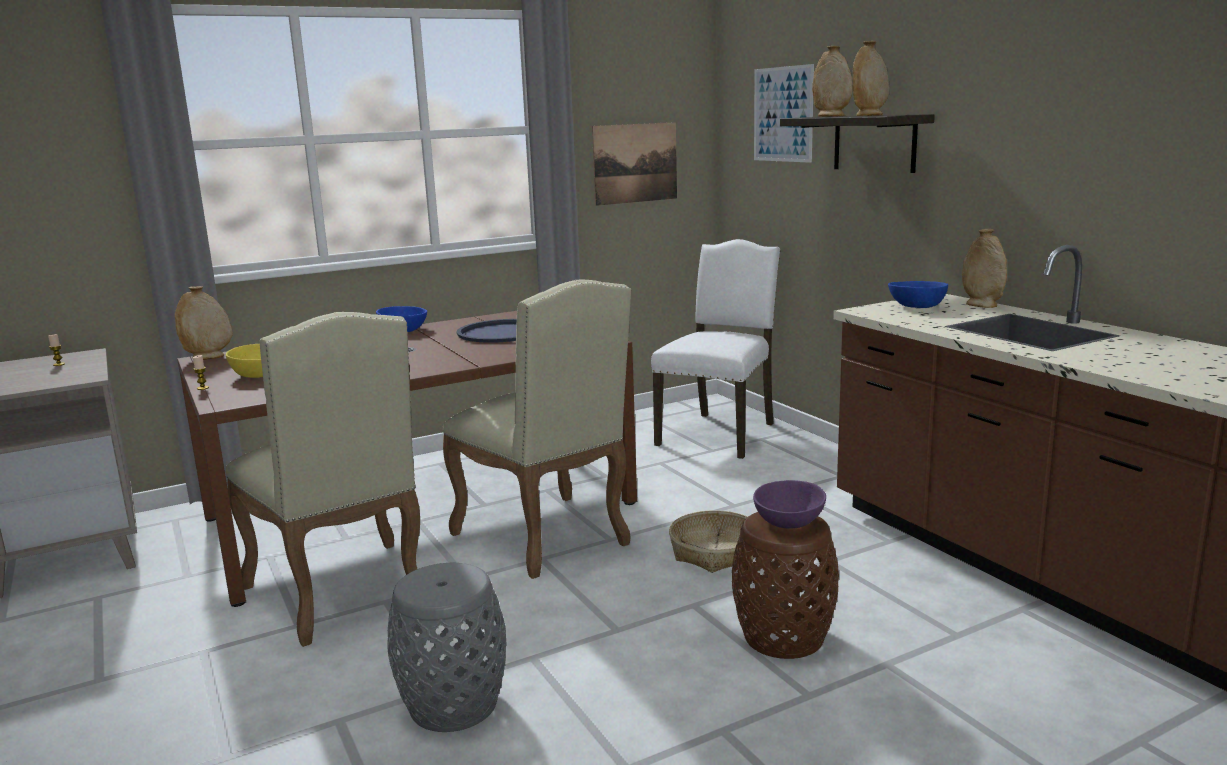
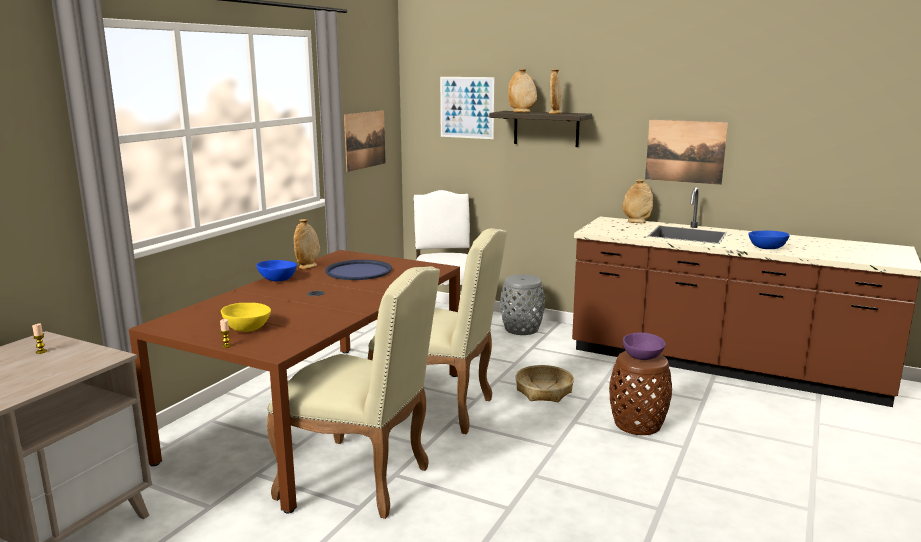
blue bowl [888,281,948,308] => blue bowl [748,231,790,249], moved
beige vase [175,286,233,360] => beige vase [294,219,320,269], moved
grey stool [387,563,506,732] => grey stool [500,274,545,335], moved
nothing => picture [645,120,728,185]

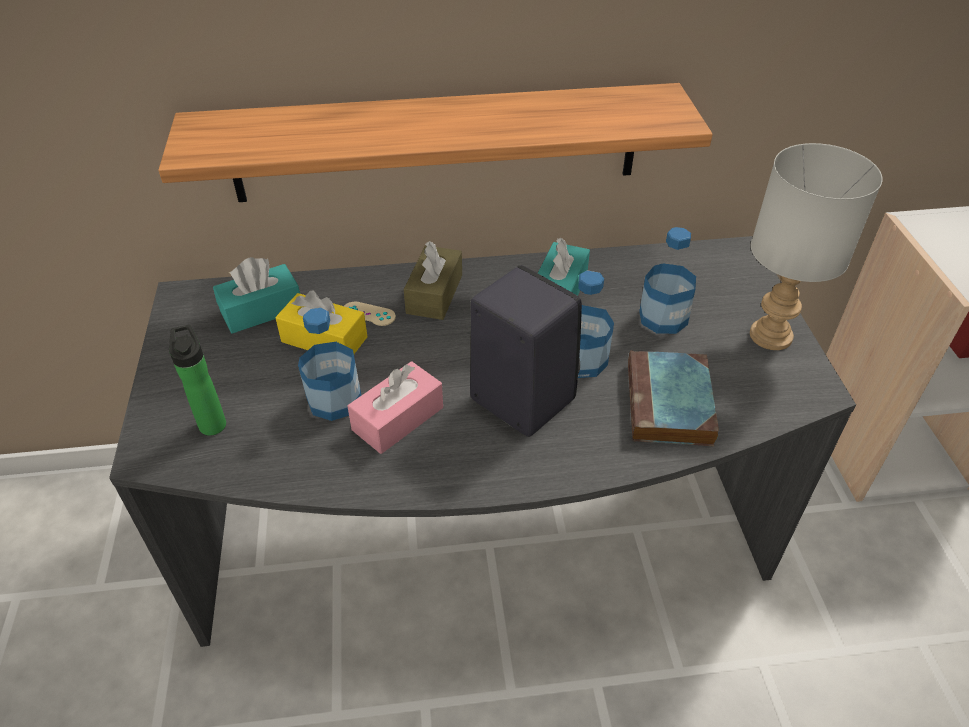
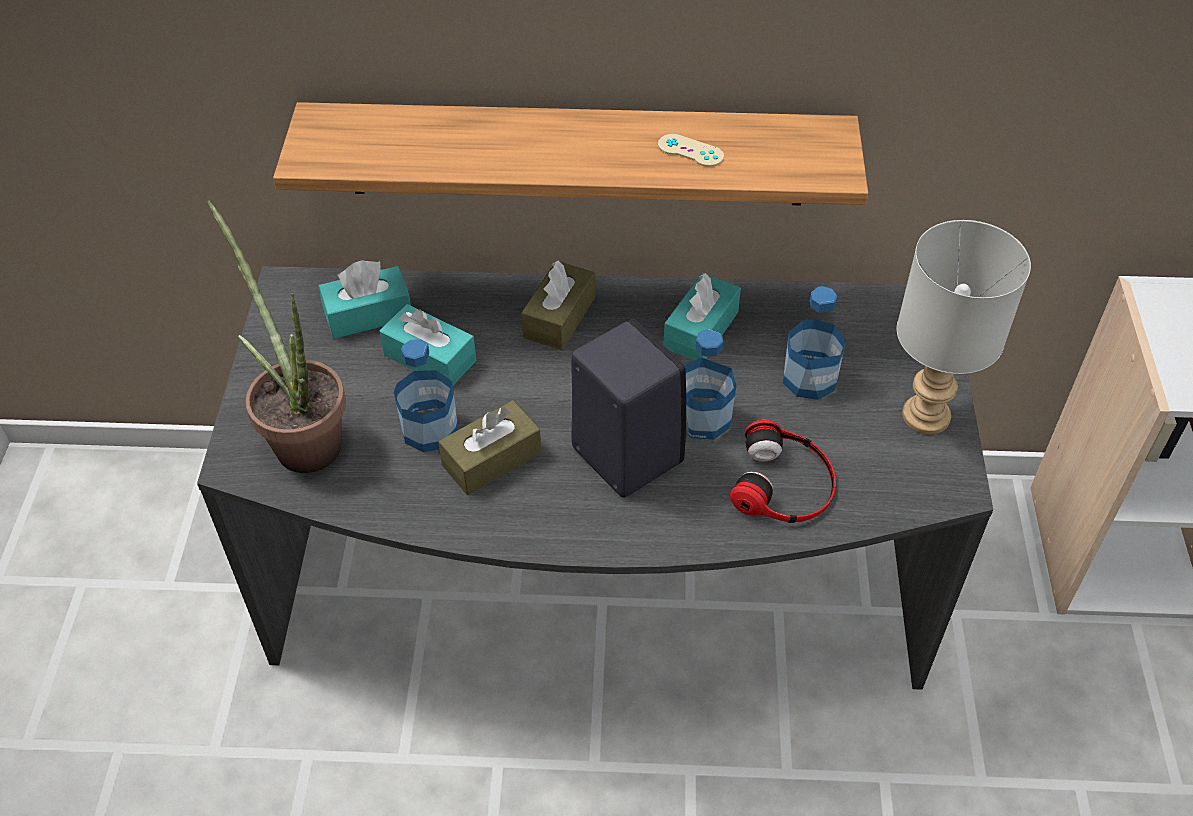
yellow tissue box [275,291,367,354] => turquoise tissue box [379,304,476,385]
beige game controller [344,301,396,326] => beige game controller [658,134,724,167], moved
bottle [169,325,226,436] => potted plant [207,201,346,473]
book [628,350,719,446] => headphones [730,420,836,523]
pink tissue box [347,361,443,454] => brown tissue box [438,400,541,495]

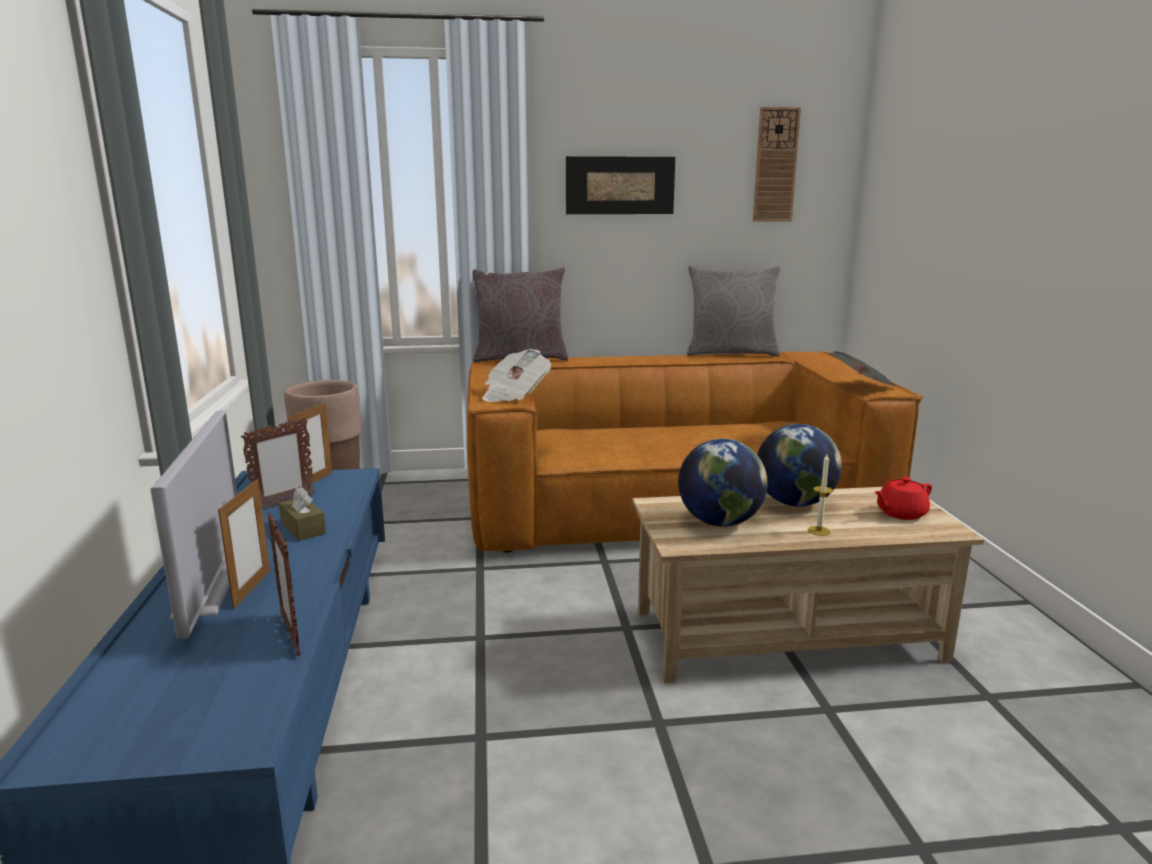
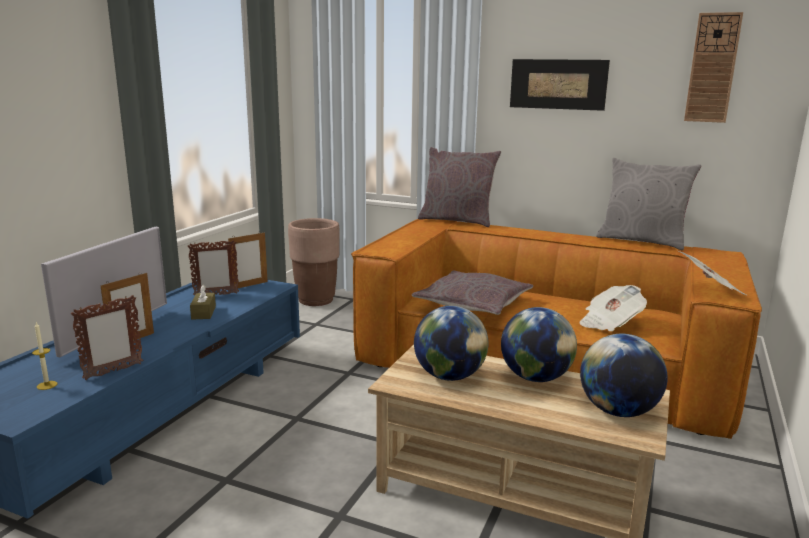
newspaper [482,349,551,402] => newspaper [579,285,647,331], moved
candle [808,454,833,536] => candle [32,322,57,390], moved
red teapot [874,477,932,520] => globe [580,334,668,417]
picture frame [268,513,301,656] => picture frame [71,295,143,380], 135 degrees counterclockwise
nothing => grey pillow [412,270,533,315]

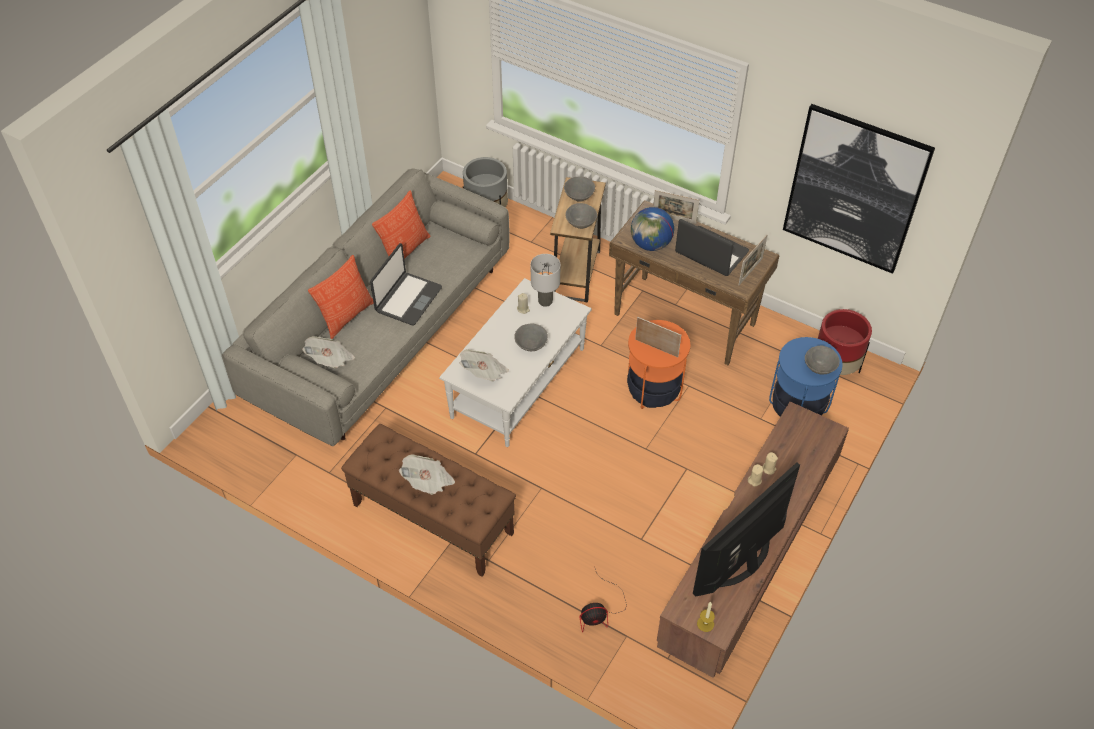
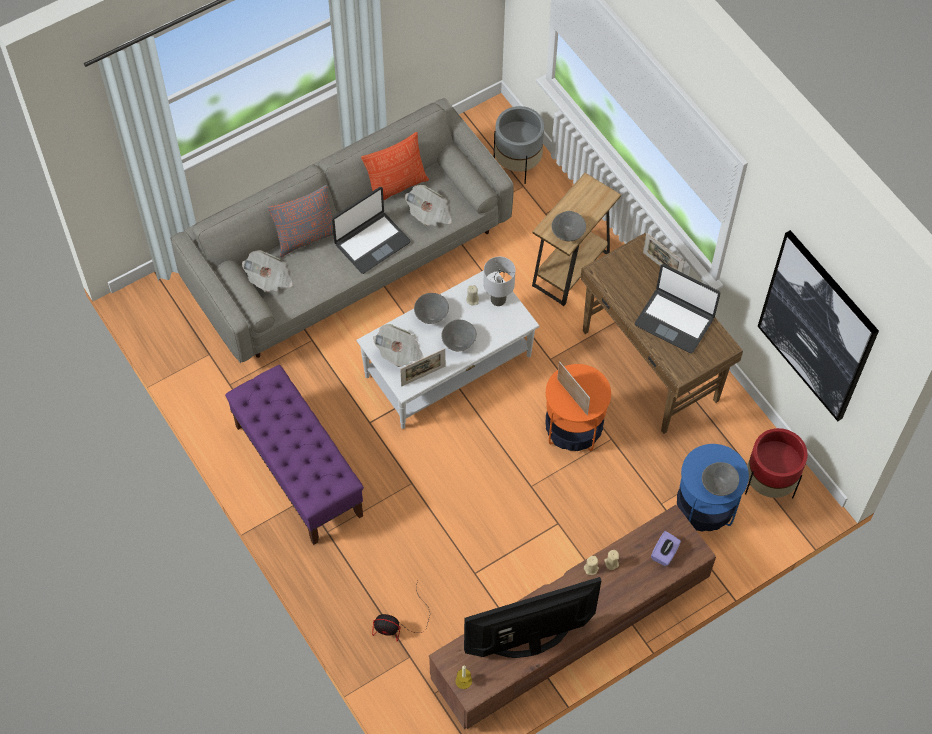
grey bowl [564,177,595,202] => grey bowl [414,293,449,324], moved
globe [631,207,674,251] => nothing
laptop [675,219,749,276] => laptop [635,264,720,353], 150 degrees clockwise
picture frame [739,235,767,285] => picture frame [400,348,445,387], moved
orange pillow [308,255,374,339] => grey pillow [267,185,333,257]
brown bench [341,424,516,577] => purple bench [225,365,364,545]
newspaper [399,454,455,495] => newspaper [405,185,452,226], moved
nothing => purple tissue box [651,531,681,566]

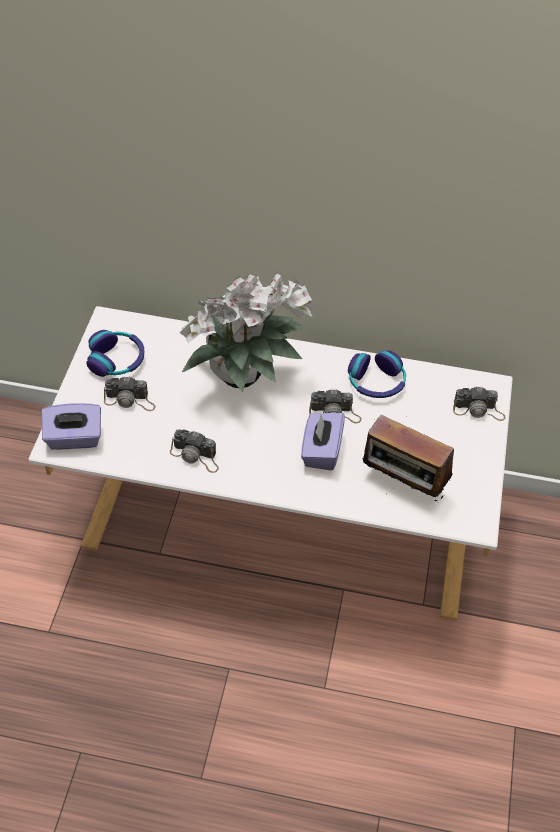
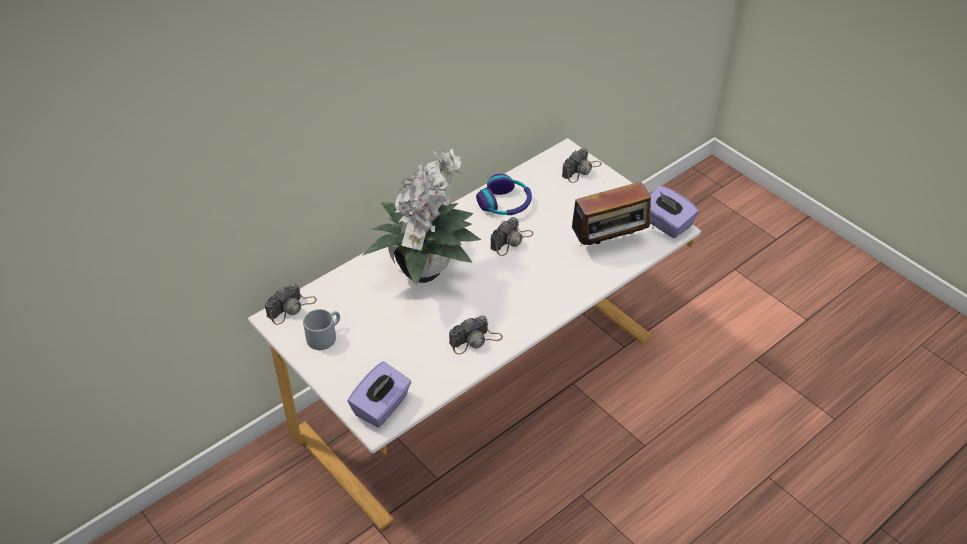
headphones [86,330,144,377] => grey mug [303,309,340,350]
photo camera [104,376,155,411] => photo camera [265,283,317,325], moved
purple tissue box [301,413,345,471] => purple tissue box [650,186,699,238], moved

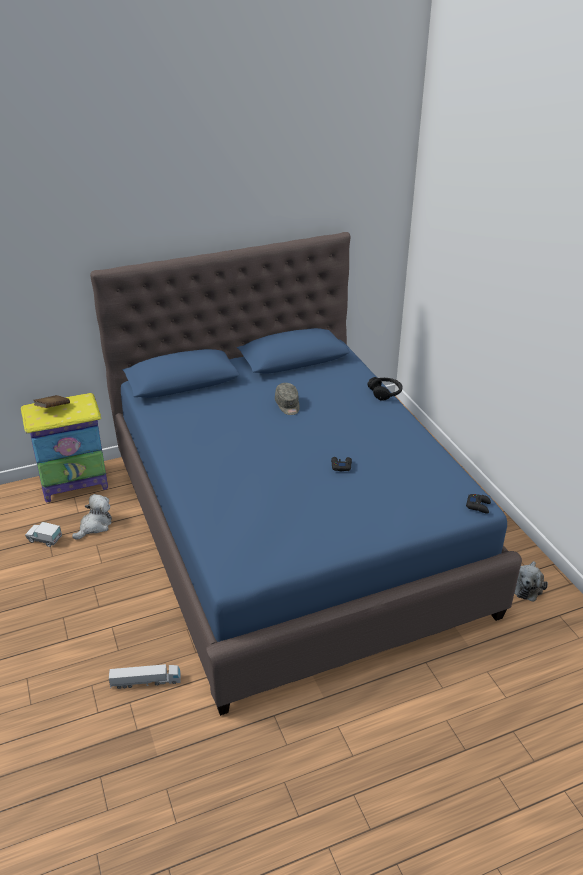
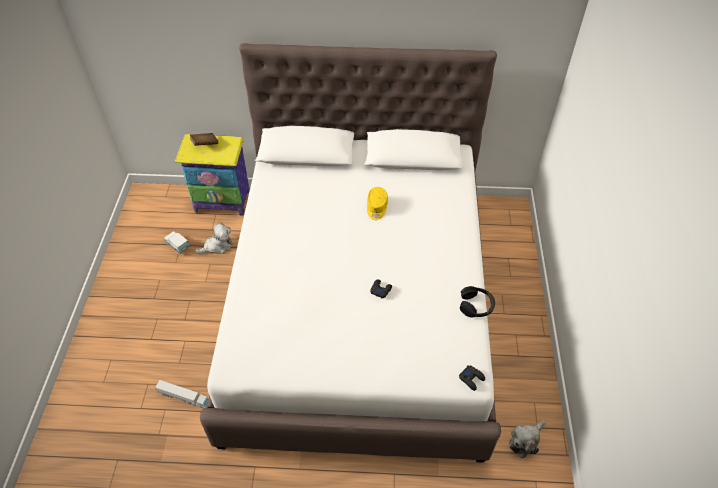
blue bed [90,232,522,716] => white bed [200,43,501,463]
black headphones [367,377,402,401] => black headphones [460,286,495,318], moved
grey cap [275,383,300,415] => yellow cap [367,187,388,220]

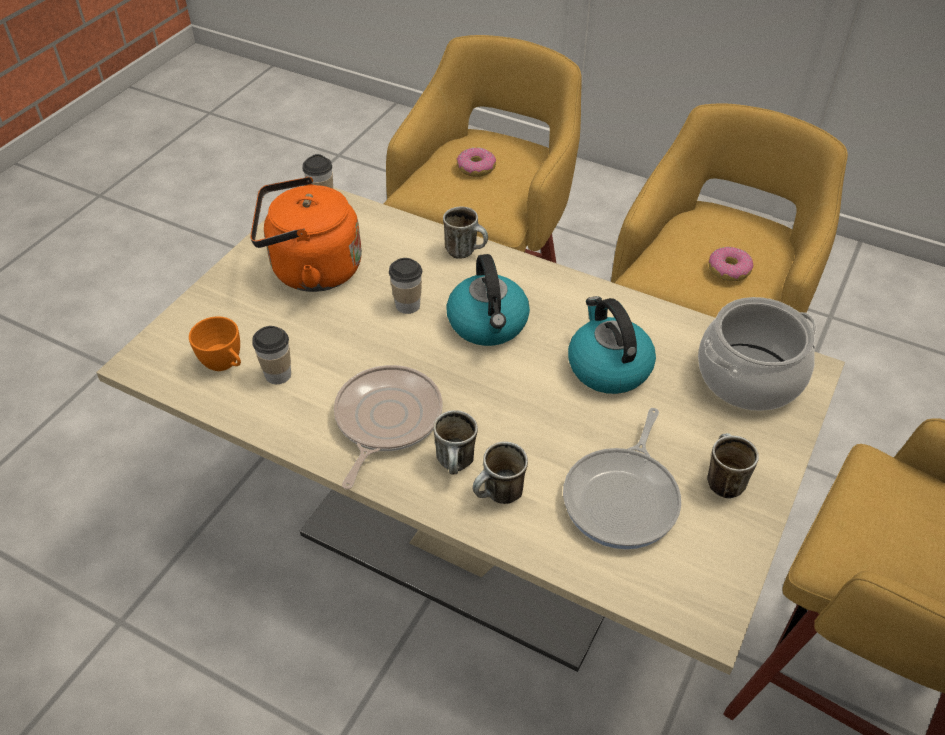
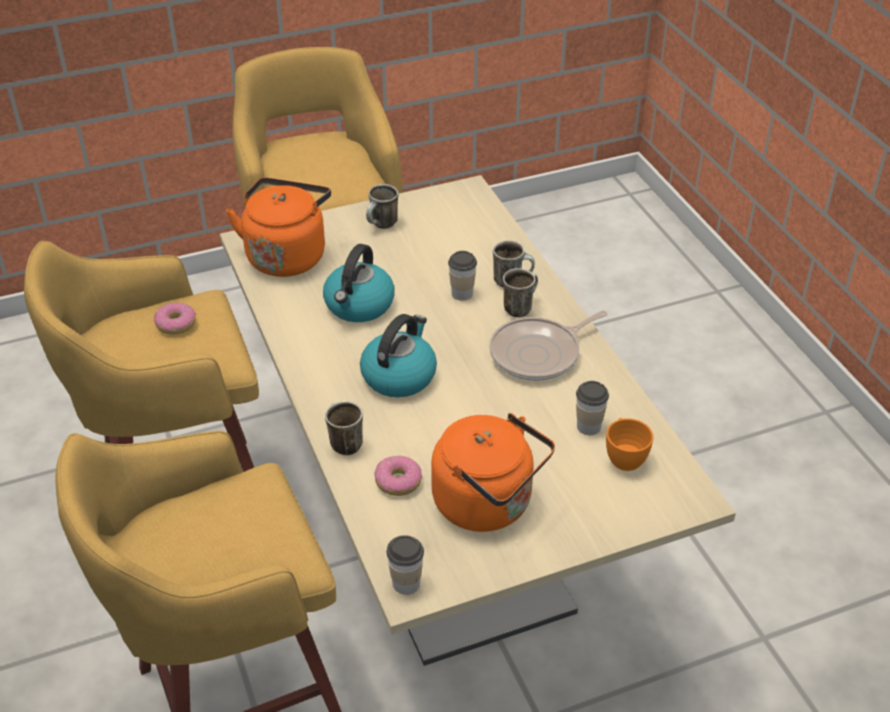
donut [457,148,496,177] => donut [375,456,422,496], moved
cup [389,258,422,314] => cup [448,251,477,301], moved
cooking pot [698,297,816,411] => orange kettle [226,178,331,277]
frying pan [563,408,681,549] => nothing

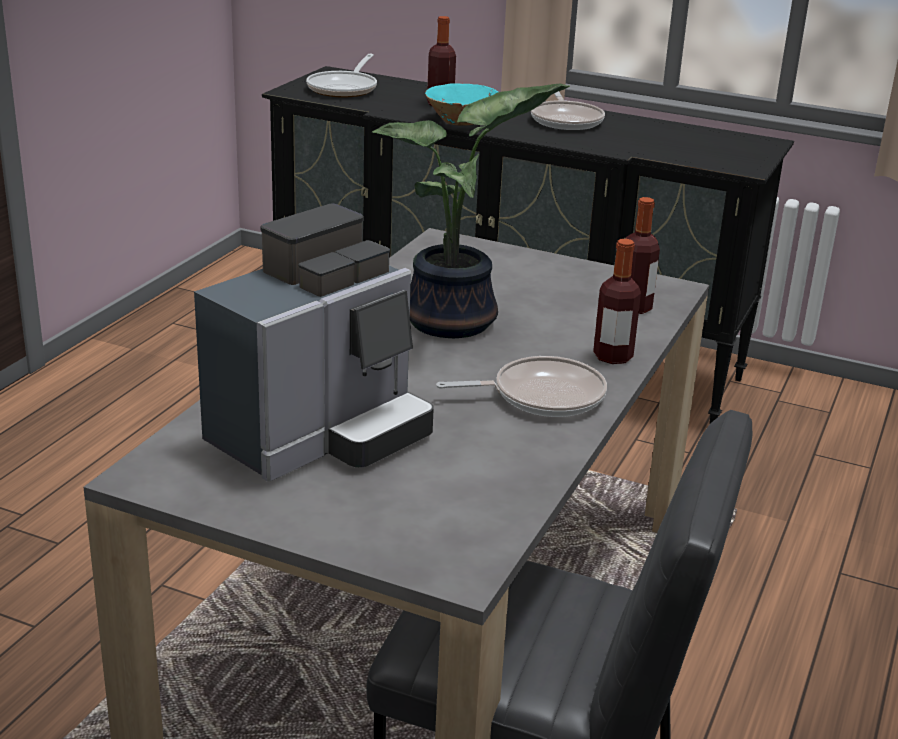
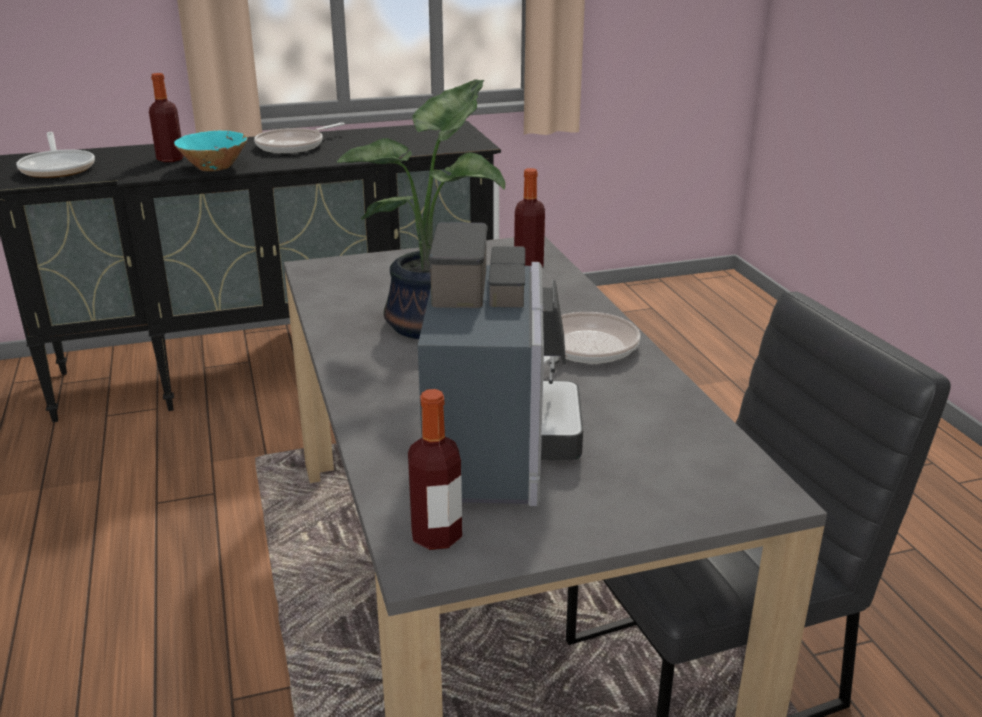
frying pan [531,91,605,130] => frying pan [254,123,345,153], 90 degrees clockwise
bottle [593,239,641,364] => bottle [408,389,462,550], moved

